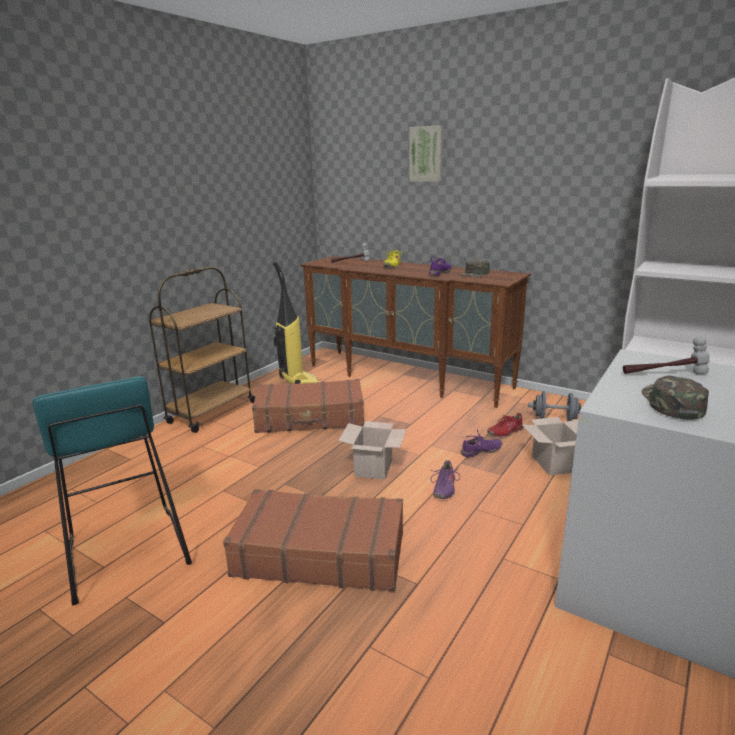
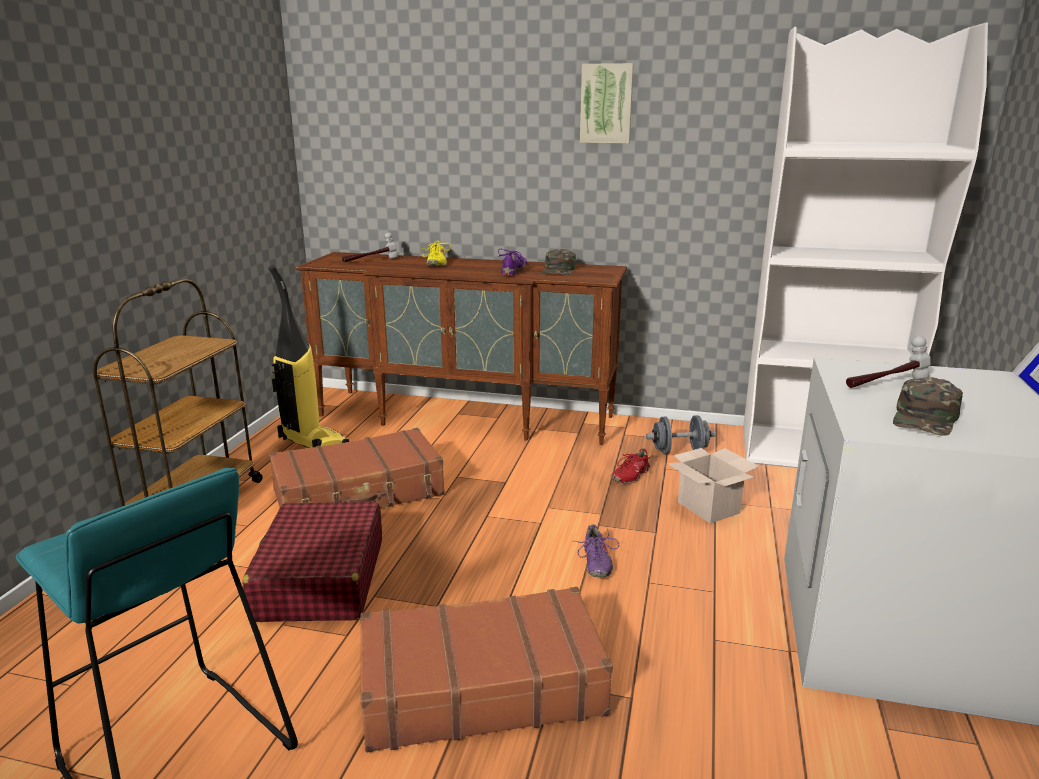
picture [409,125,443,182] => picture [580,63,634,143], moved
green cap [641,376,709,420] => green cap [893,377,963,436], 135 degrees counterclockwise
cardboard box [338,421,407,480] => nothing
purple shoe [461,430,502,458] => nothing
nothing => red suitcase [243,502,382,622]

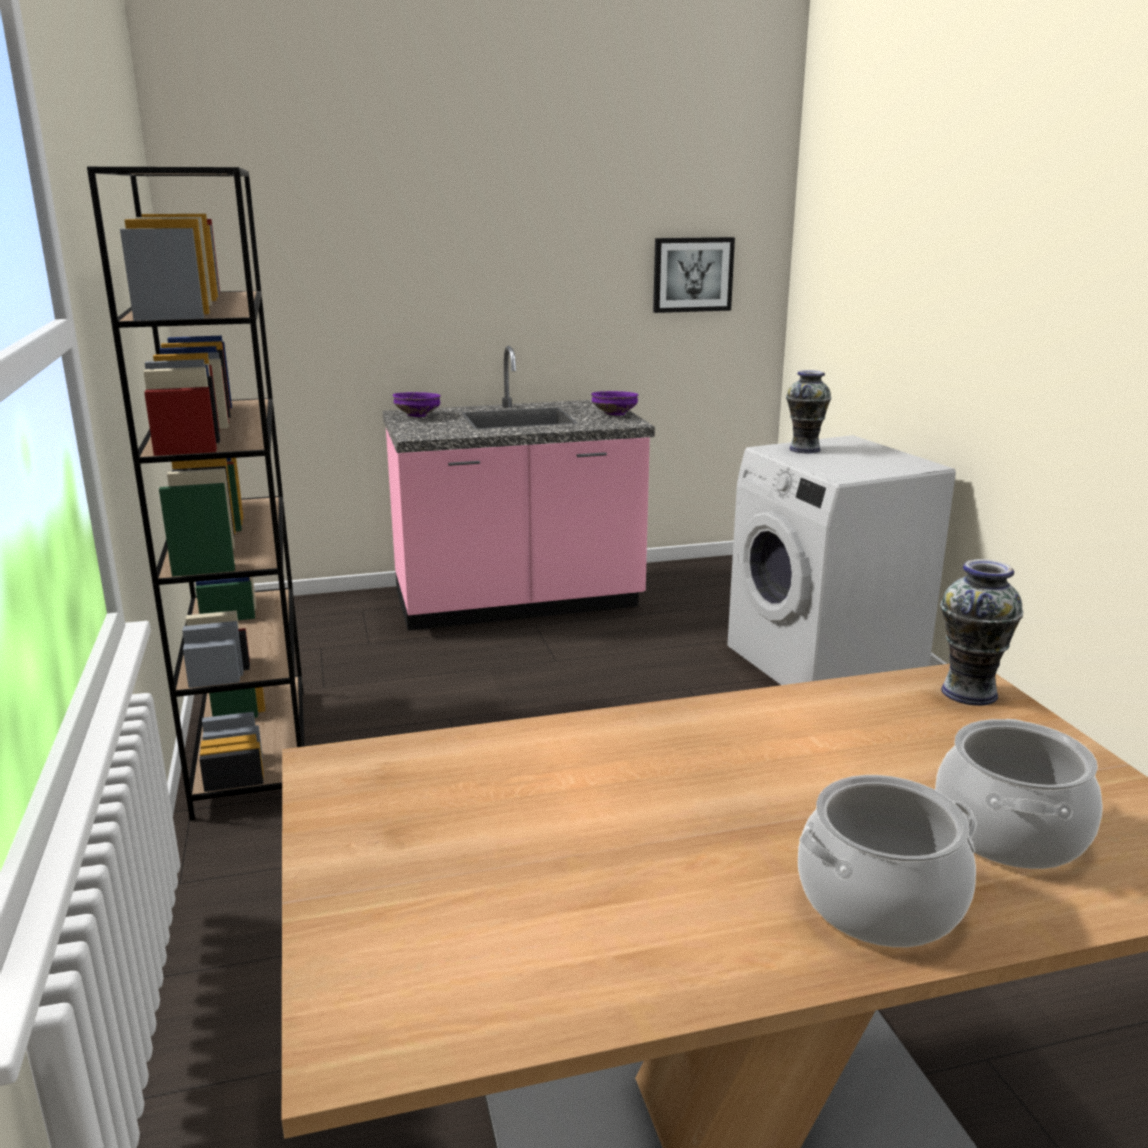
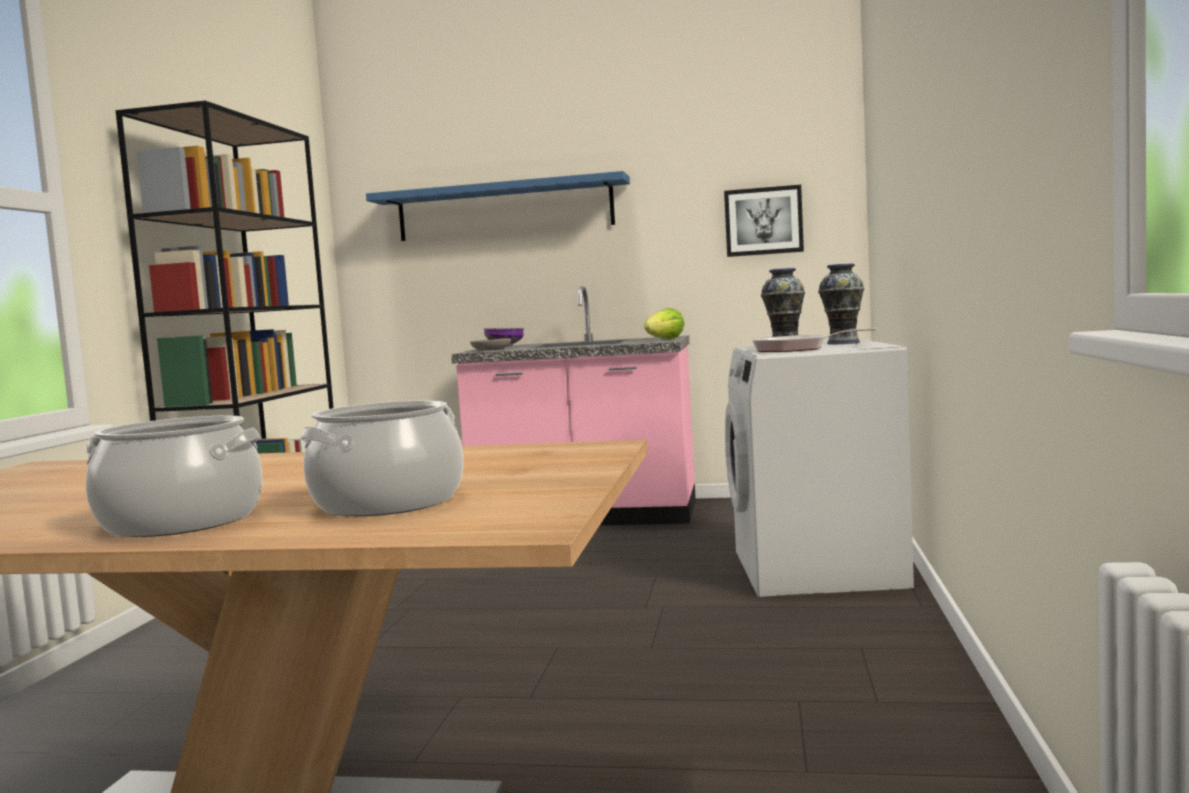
purple bowl [591,391,639,416] => lettuce [644,308,685,339]
vase [940,559,1023,706] => vase [818,263,864,344], moved
nothing => blue shelf [366,171,630,241]
nothing => frying pan [752,328,877,352]
nothing => grey bowl [470,338,511,350]

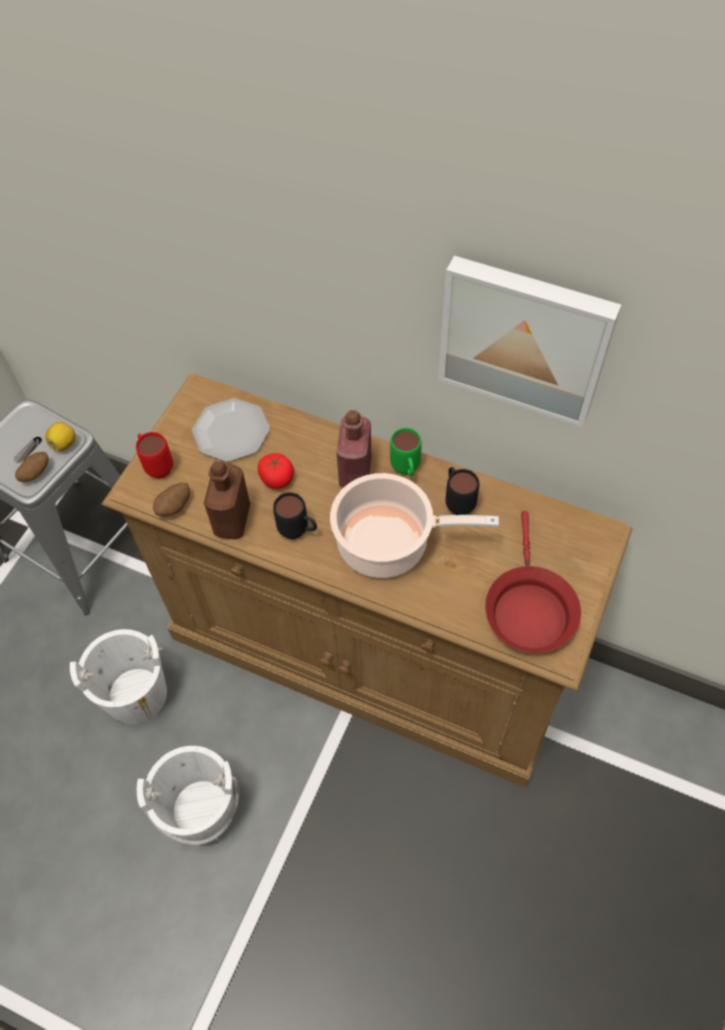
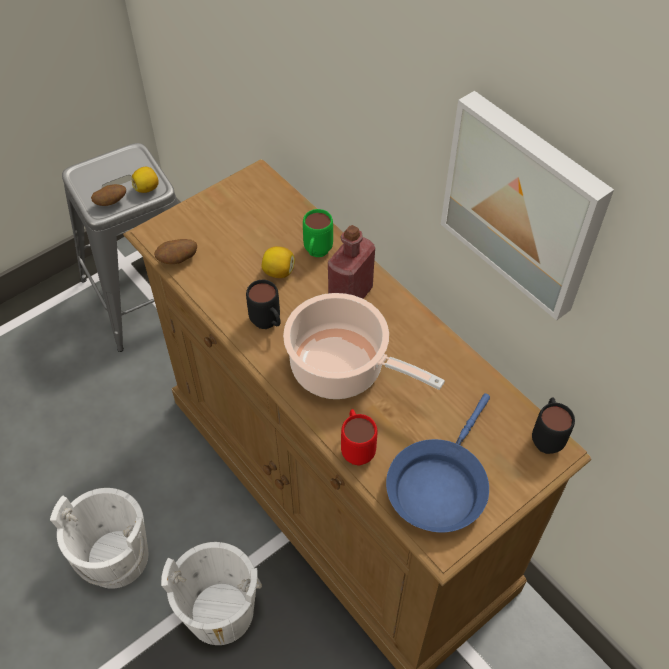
plate [192,398,270,462] => nothing
green mug [390,428,422,476] => green mug [303,209,333,257], moved
red mug [136,432,173,479] => red mug [341,409,377,466], moved
tomato [258,453,294,489] => lemon [261,246,295,278]
brown bottle [204,461,250,540] => nothing
black mug [445,467,479,515] => black mug [532,397,575,454], moved
red frying pan [485,511,581,653] => blue frying pan [386,393,490,533]
white bucket [70,629,167,724] => white bucket [161,542,262,645], moved

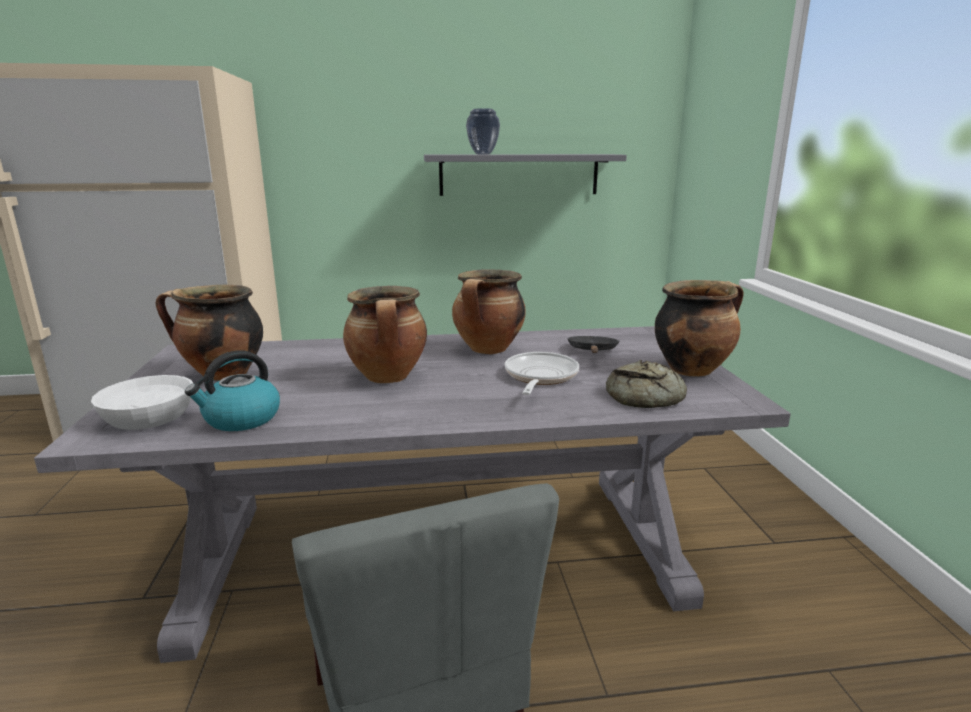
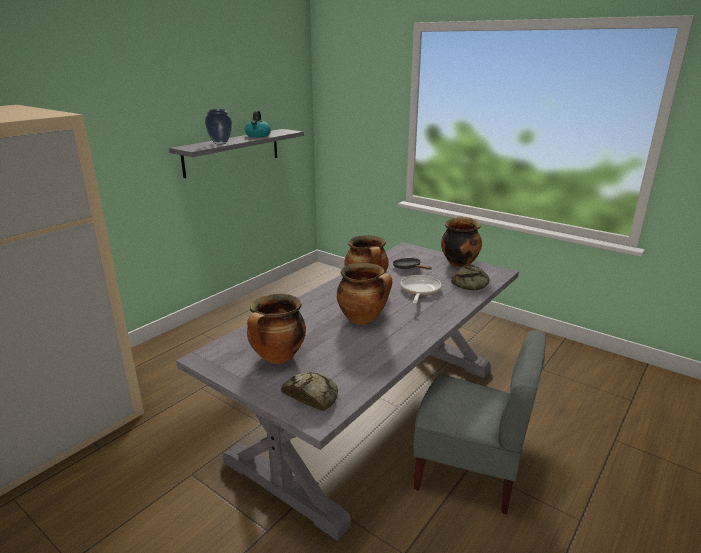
kettle [185,350,280,431] => kettle [245,110,271,137], moved
frying pan [505,352,579,395] => frying pan [400,275,442,304], 45 degrees clockwise
white bowl [91,375,193,430] => bread [281,372,338,411]

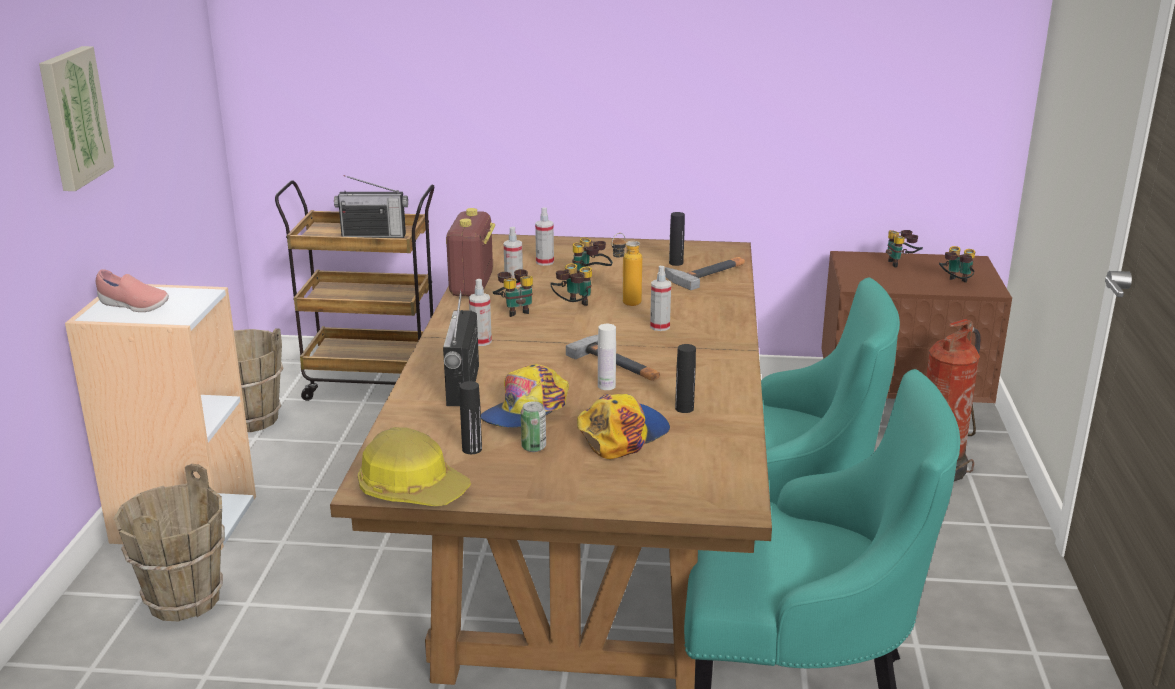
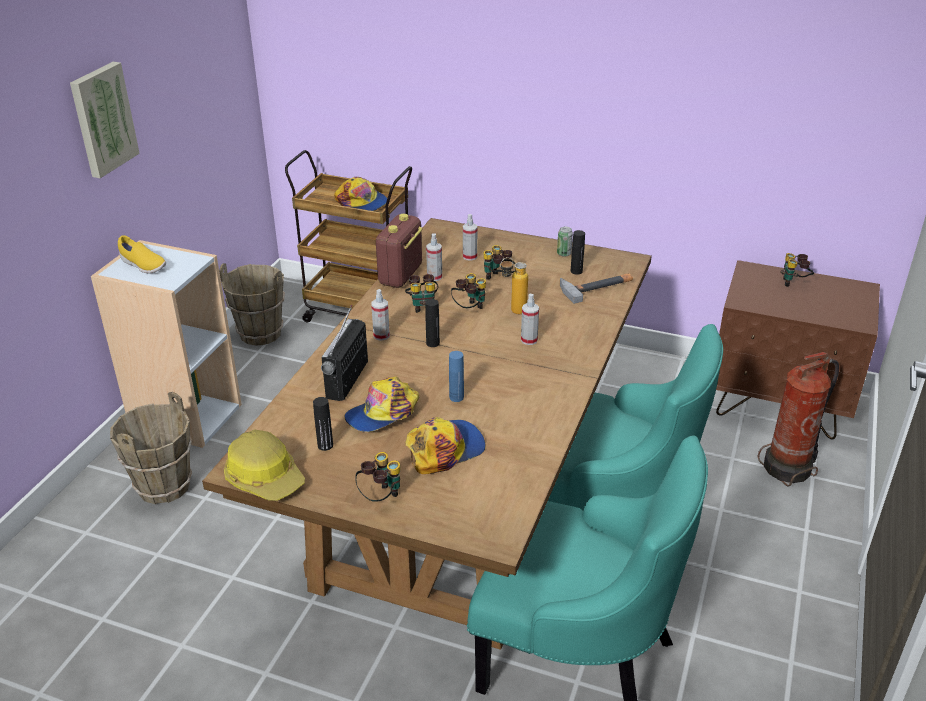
radio [334,175,408,238] => cap [334,177,387,211]
binoculars [939,246,975,283] => binoculars [355,452,400,502], moved
pink shoe [96,269,169,312] => yellow shoe [118,235,166,273]
white bottle [598,324,616,390] => blue bottle [449,351,464,402]
hammer [566,335,660,381] => nothing
black bottle [675,344,696,413] => black bottle [425,299,440,347], moved
can [521,401,546,452] => can [557,227,573,257], moved

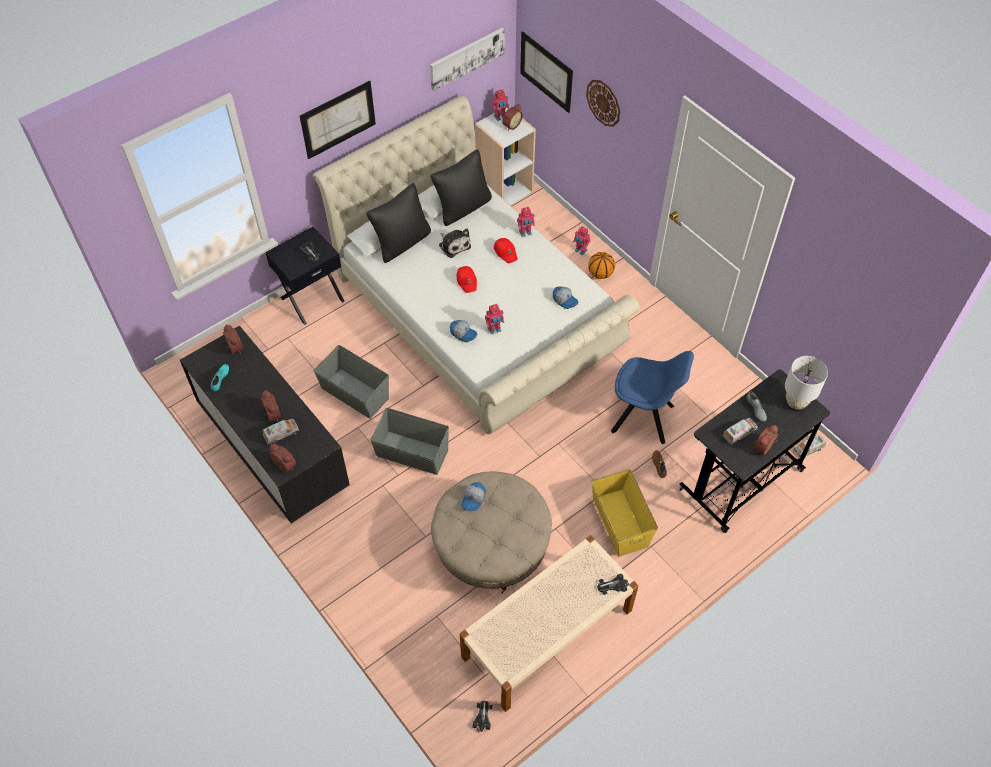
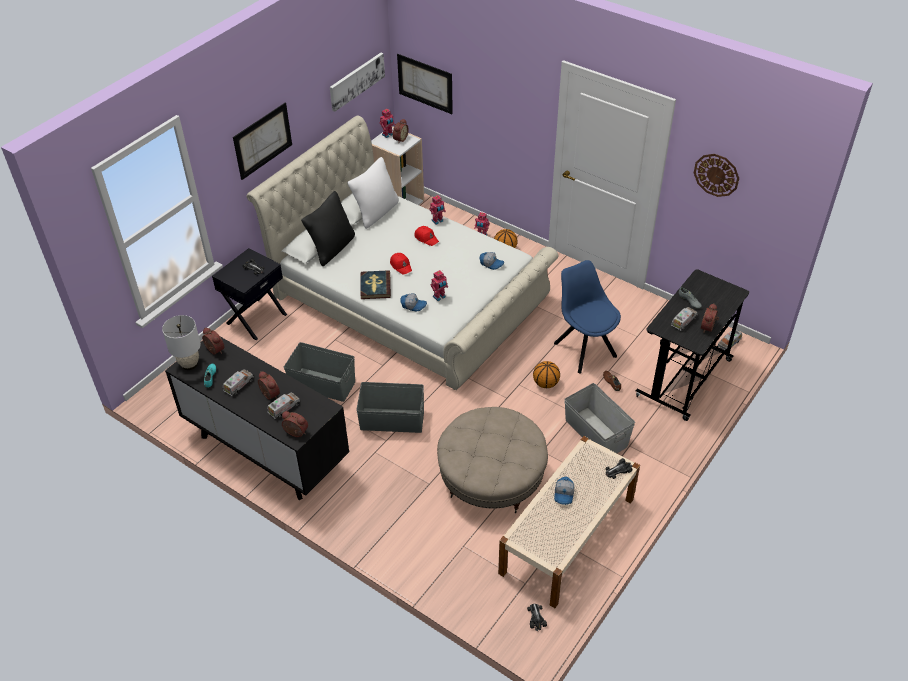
wall clock [586,80,620,127] => wall clock [694,154,739,197], moved
black pillow [430,149,492,226] => white pillow [347,157,399,229]
plush toy [439,229,471,258] => nothing
blue chair [611,351,694,444] => blue chair [554,260,621,374], 120 degrees counterclockwise
white table lamp [785,356,828,411] => white table lamp [162,315,201,370], moved
yellow storage box [591,469,658,557] => grey storage box [564,383,635,459]
cap [461,482,486,511] => cap [554,476,574,505], moved
nothing => book [360,270,391,299]
nothing => basketball [533,361,560,389]
nothing => toy truck [223,369,254,396]

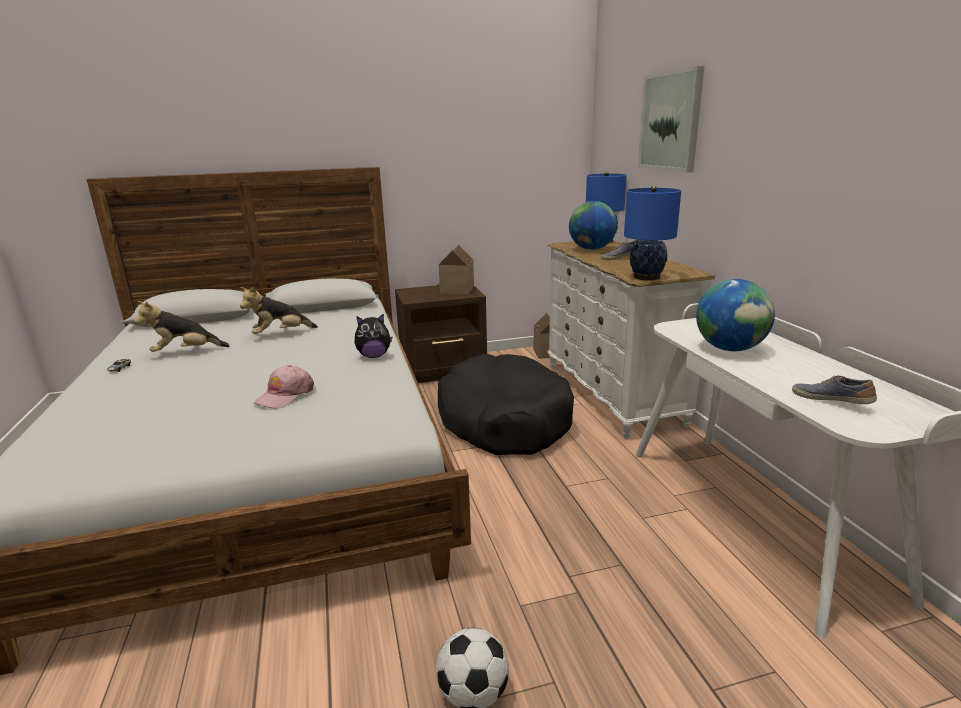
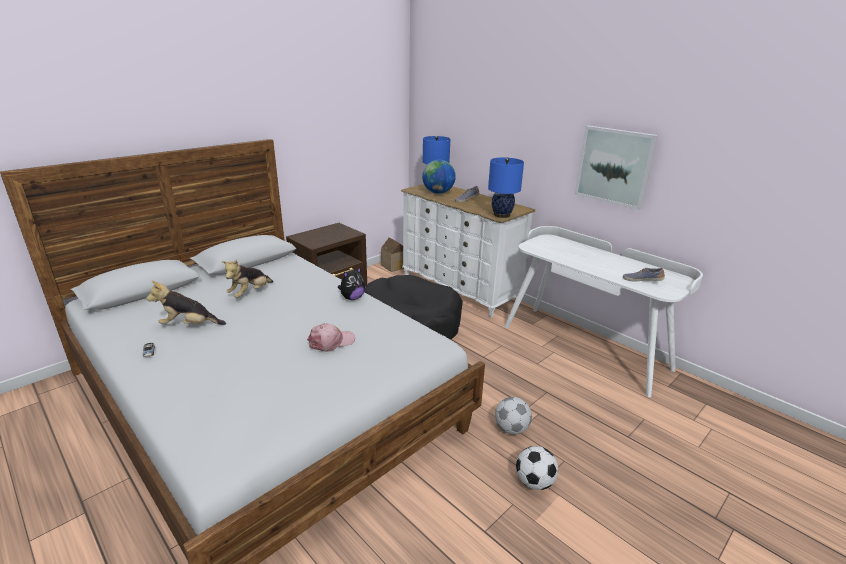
picture [638,66,704,173] => picture [575,126,658,210], moved
toy house [434,245,474,294] => nothing
globe [696,279,775,351] => nothing
plush toy [134,301,230,352] => plush toy [146,281,226,325], 45 degrees clockwise
pink cap [253,365,314,409] => pink cap [307,323,355,352], 120 degrees counterclockwise
nothing => football [495,397,532,435]

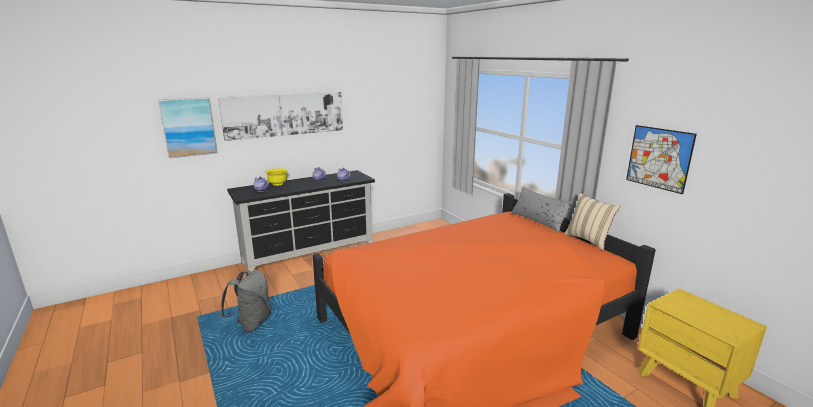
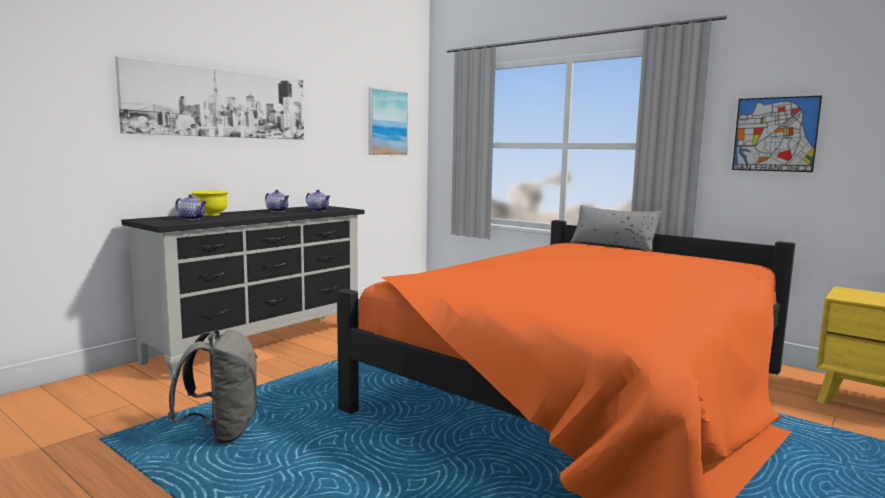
picture [158,97,218,158] => picture [368,87,408,155], moved
beige pillow [564,193,621,250] => nothing

